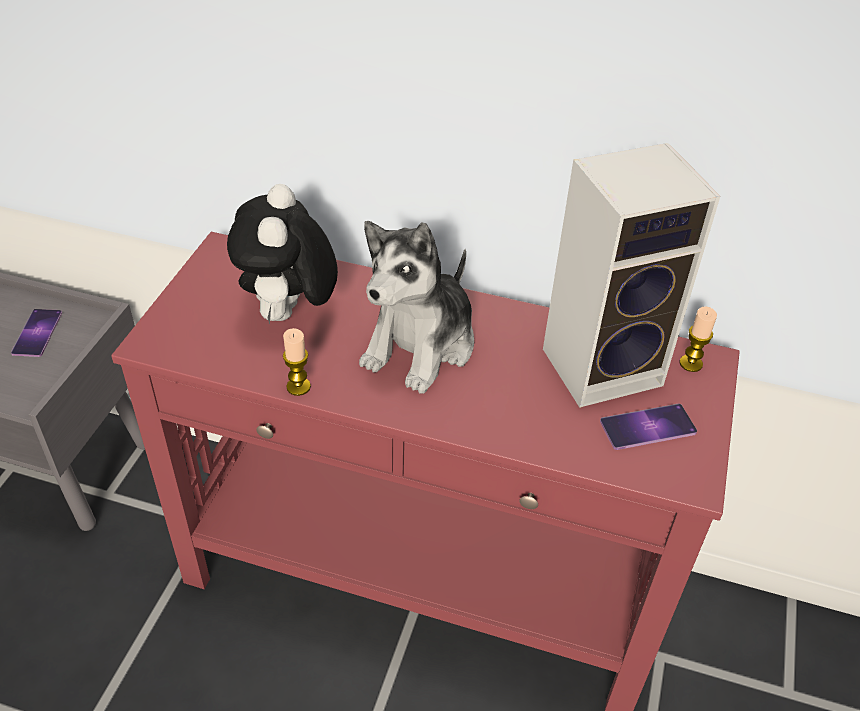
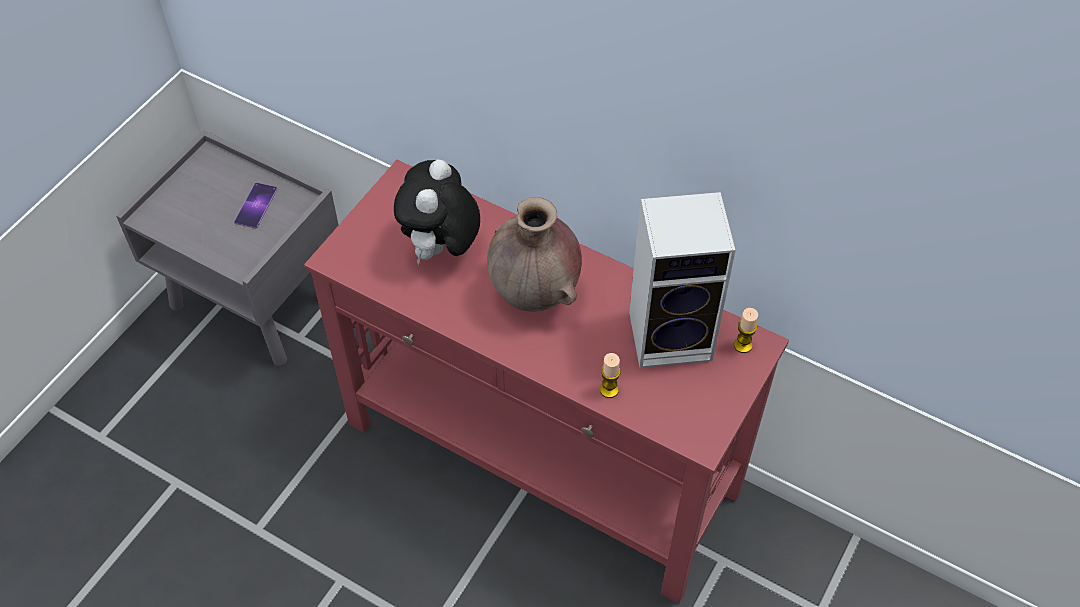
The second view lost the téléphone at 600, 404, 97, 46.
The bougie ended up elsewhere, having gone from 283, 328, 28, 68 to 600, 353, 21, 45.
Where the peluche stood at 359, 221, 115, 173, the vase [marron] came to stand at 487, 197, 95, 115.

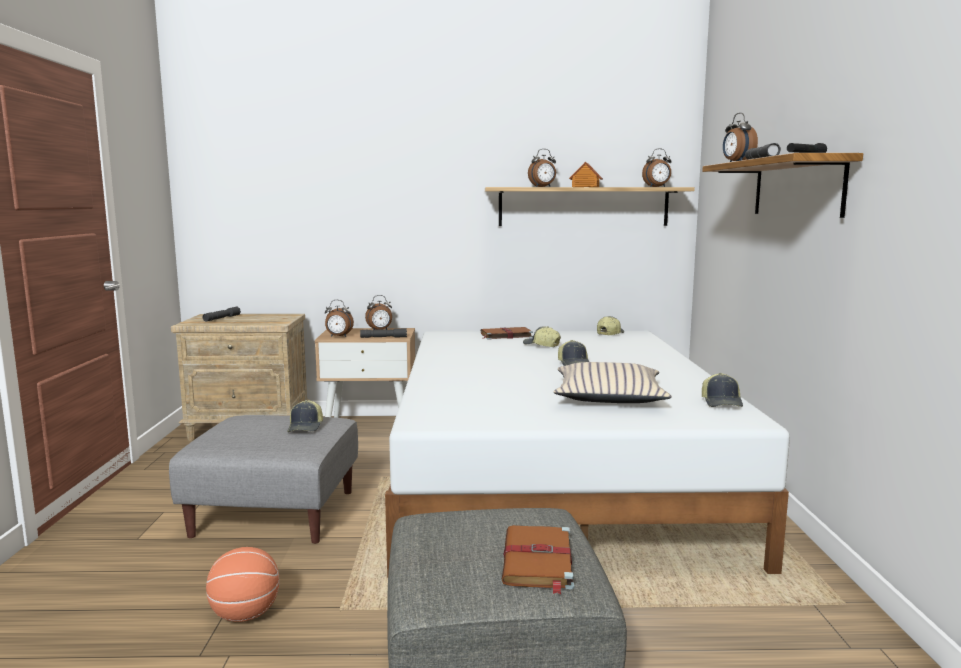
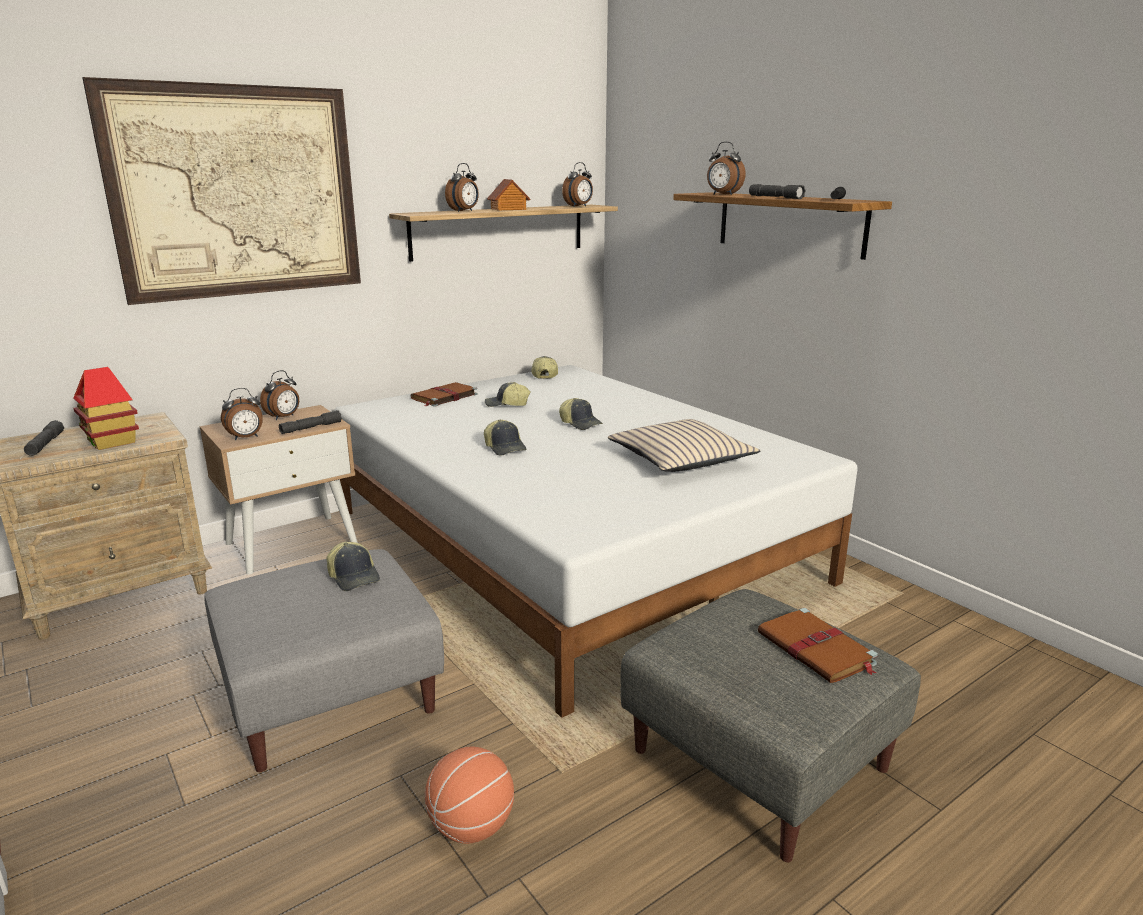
The second view gained the maison miniature at 73, 367, 66, 83.
The second view gained the tableau at 82, 77, 279, 228.
The casquette ended up elsewhere, having gone from 702, 373, 41, 34 to 484, 420, 43, 36.

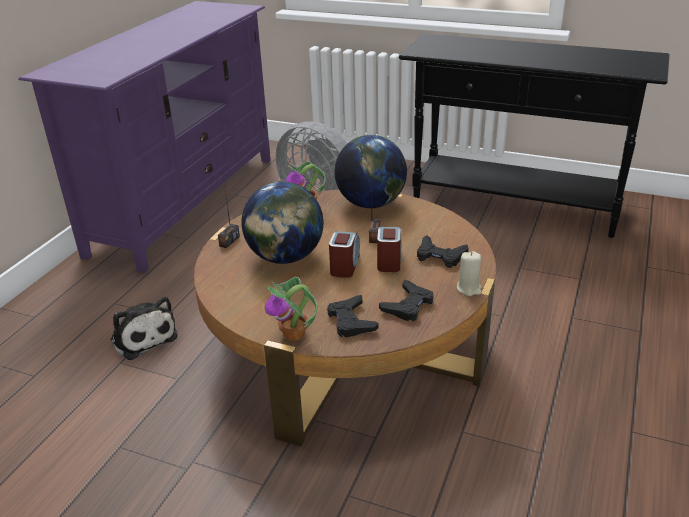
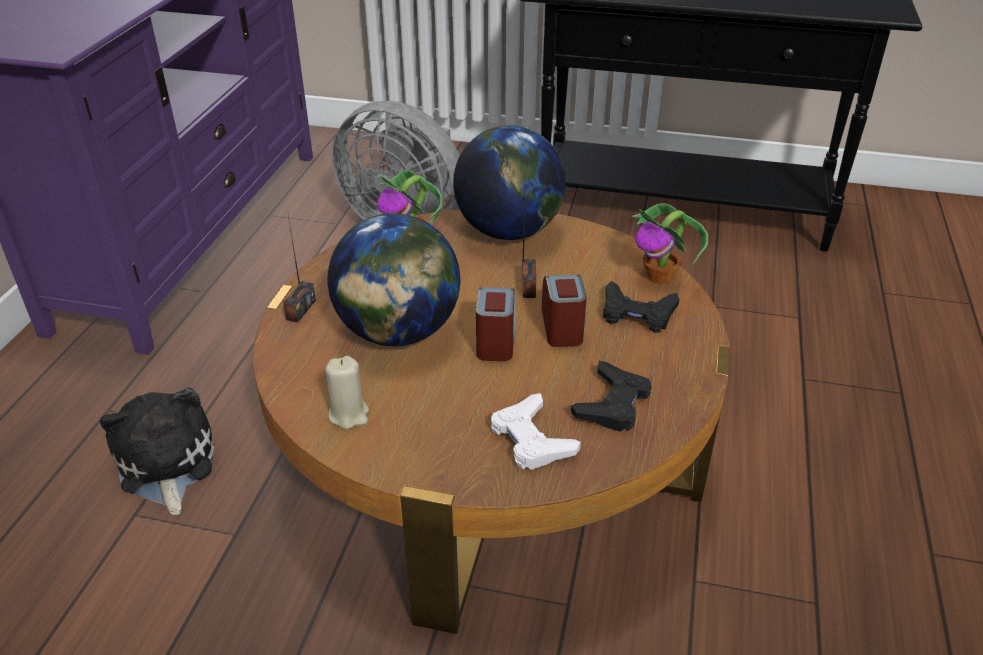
The plante en pot ended up elsewhere, having gone from 265, 277, 53, 64 to 631, 203, 77, 81.
The bougie [beige] ended up elsewhere, having gone from 457, 251, 25, 45 to 325, 356, 44, 73.
What was the manette [noir] at 327, 295, 52, 42 turned into the manette [blanc] at 491, 393, 90, 77.
The peluche at 111, 296, 67, 64 ended up facing another way, 150 degrees counterclockwise from before.

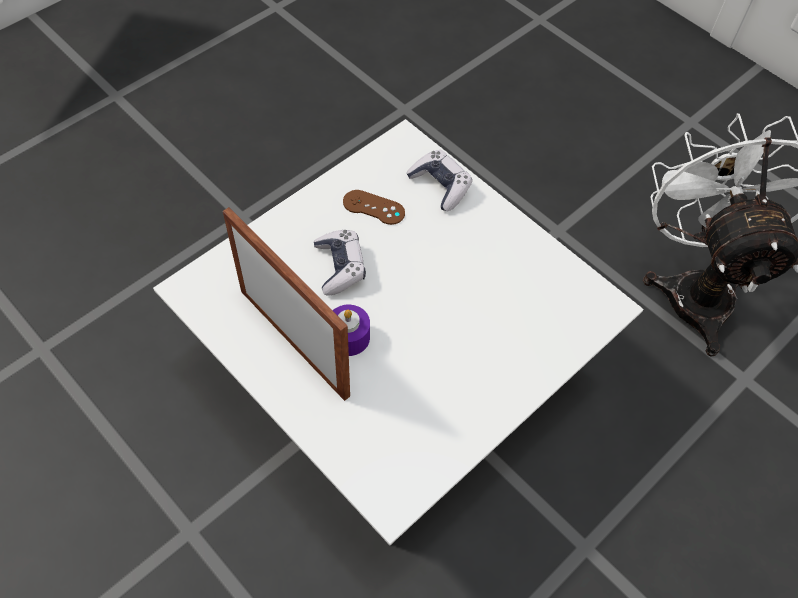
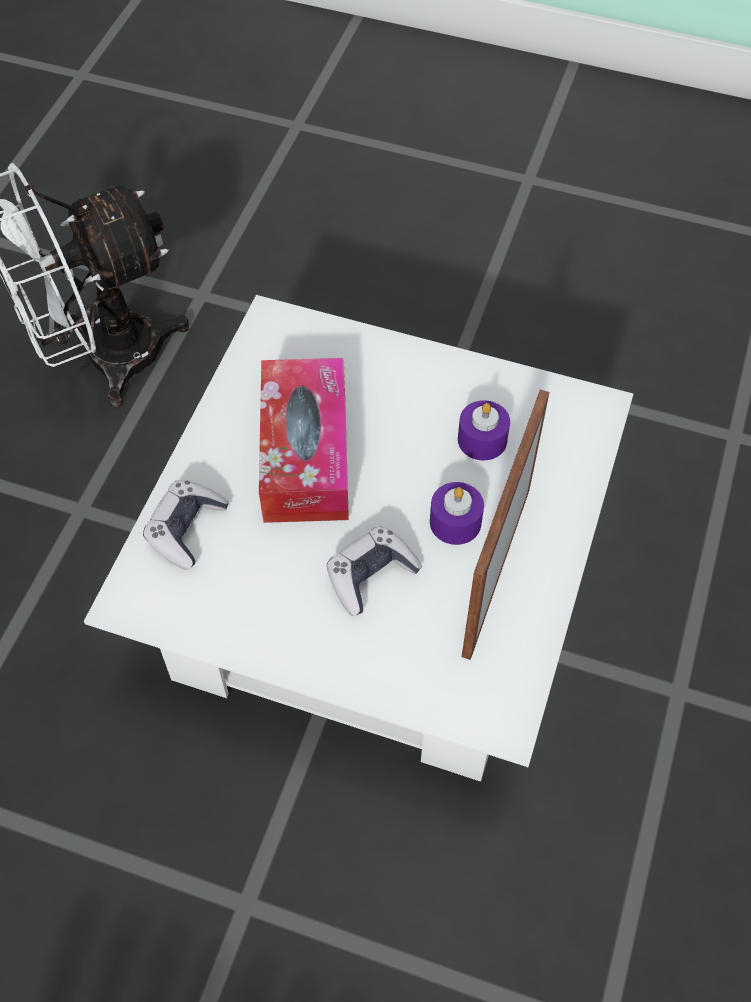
The second view lost the manette [marron] at 343, 190, 62, 35.
The second view gained the boîte à mouchoirs at 259, 358, 90, 165.
The second view gained the bougie [violet] at 458, 400, 52, 60.

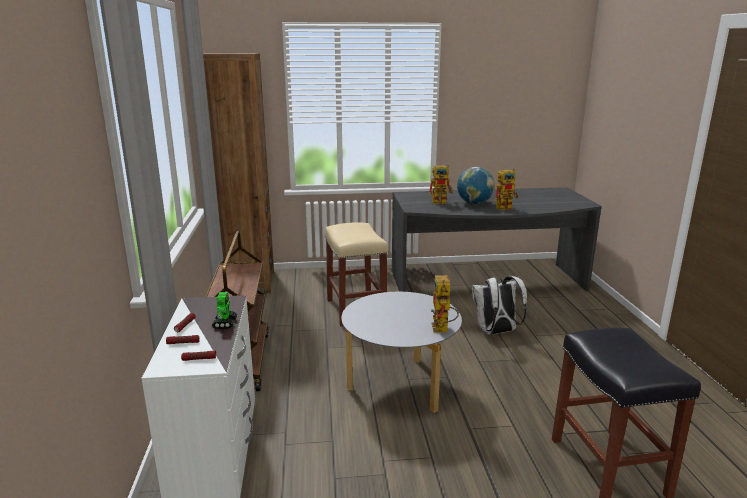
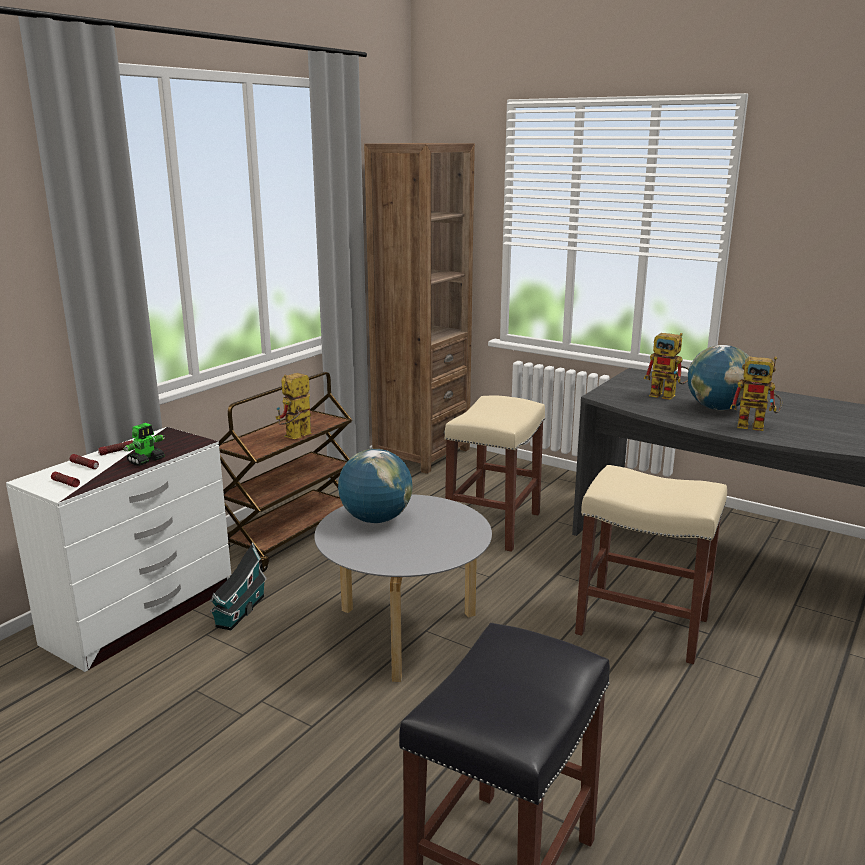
The second view gained the maison miniature at 210, 542, 57, 88.
The second view gained the globe at 338, 449, 75, 74.
The robot jouet ended up elsewhere, having gone from 431, 275, 28, 58 to 275, 373, 36, 66.
Where the sac à dos [blanc] stood at 472, 276, 55, 59, the tabouret [beige] came to stand at 575, 465, 152, 199.

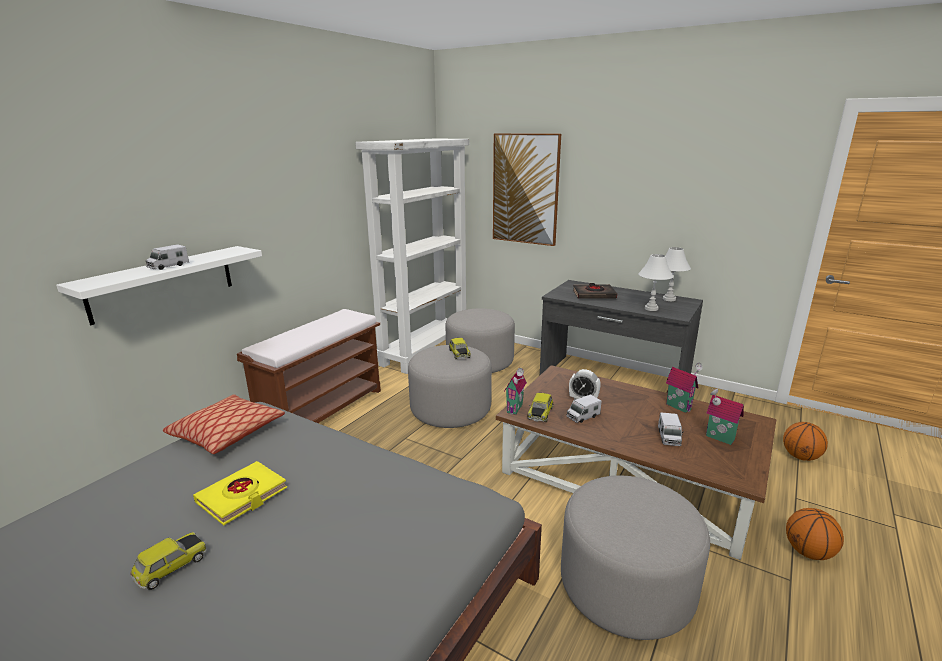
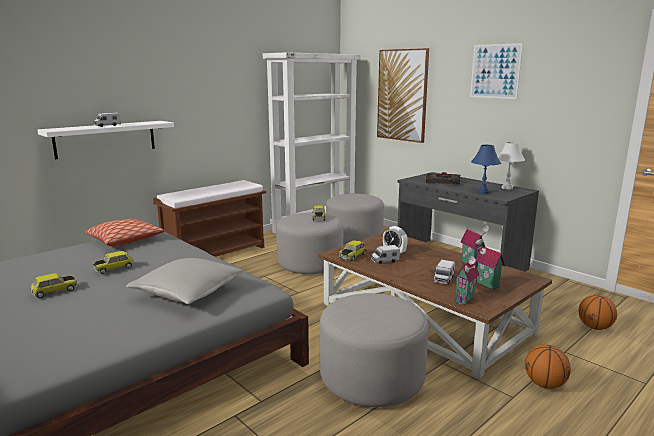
The second view gained the coussin [gris] at 126, 258, 118, 46.
The second view gained the tableau at 470, 43, 53, 56.
The maison miniature ended up elsewhere, having gone from 505, 368, 22, 47 to 454, 256, 25, 48.
Where the livre [jaune] stood at 193, 461, 94, 64, the petite voiture came to stand at 92, 251, 41, 23.
What was the lampe de table [blanc] at 638, 254, 36, 57 turned into the lampe de table [bleu] at 471, 145, 30, 49.

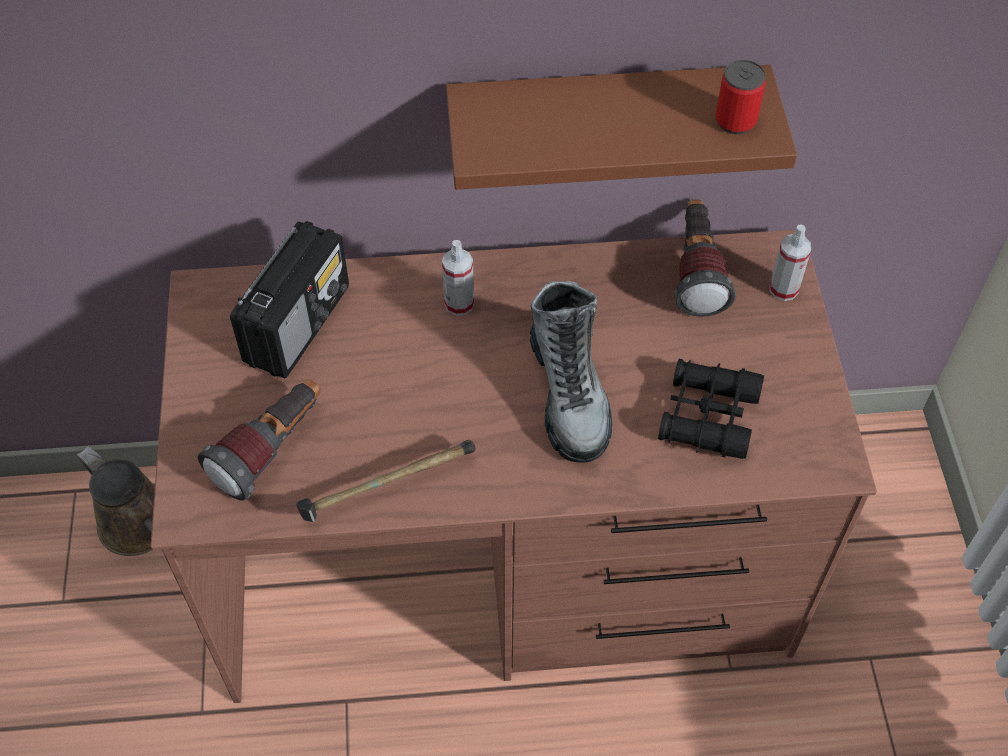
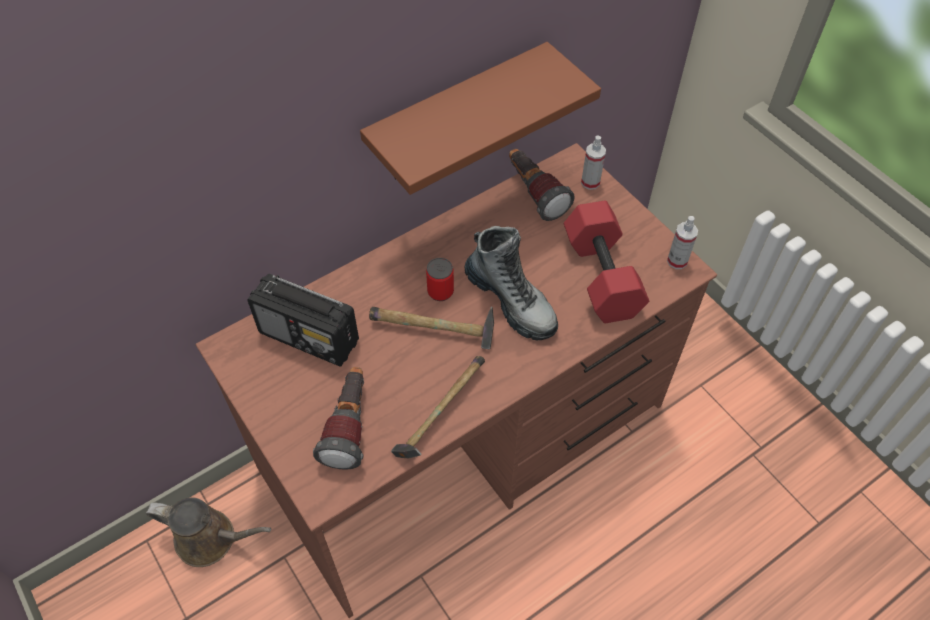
The second view gained the marteau at 369, 307, 125, 42.
The vaporisateur ended up elsewhere, having gone from 442, 240, 32, 76 to 667, 216, 31, 53.
The boîte métallique ended up elsewhere, having gone from 715, 60, 51, 74 to 426, 258, 28, 43.
Where the jumelles [noir] stood at 658, 359, 106, 100, the haltère [rouge] came to stand at 564, 201, 85, 122.
The radio at 230, 221, 119, 157 ended up facing another way, 120 degrees clockwise from before.

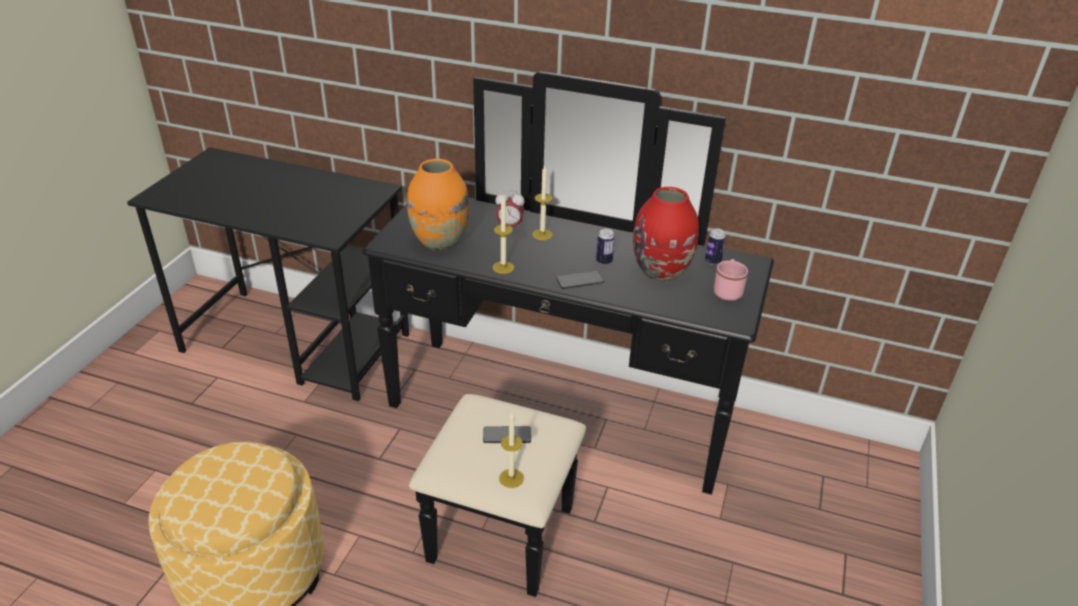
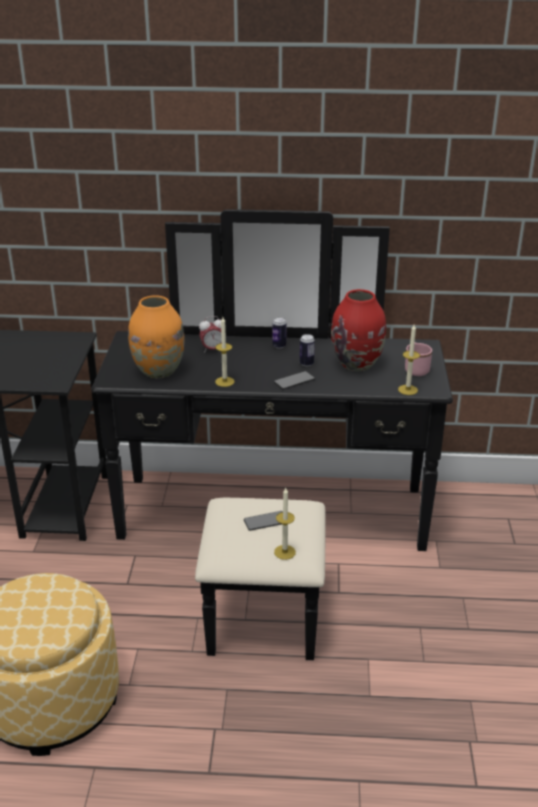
The bougie ended up elsewhere, having gone from 532, 166, 21, 74 to 398, 325, 22, 70.
The boîte métallique ended up elsewhere, having gone from 705, 228, 21, 37 to 272, 317, 15, 32.

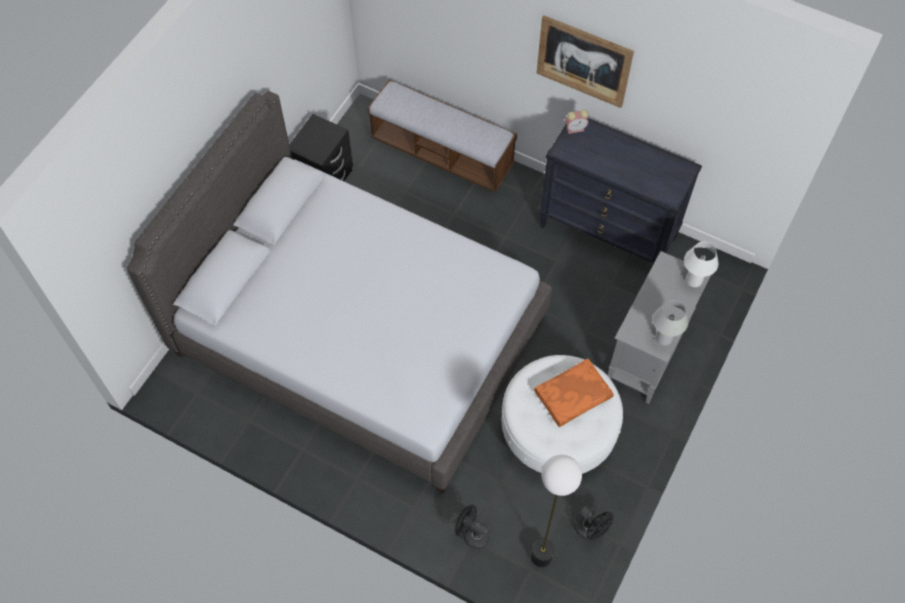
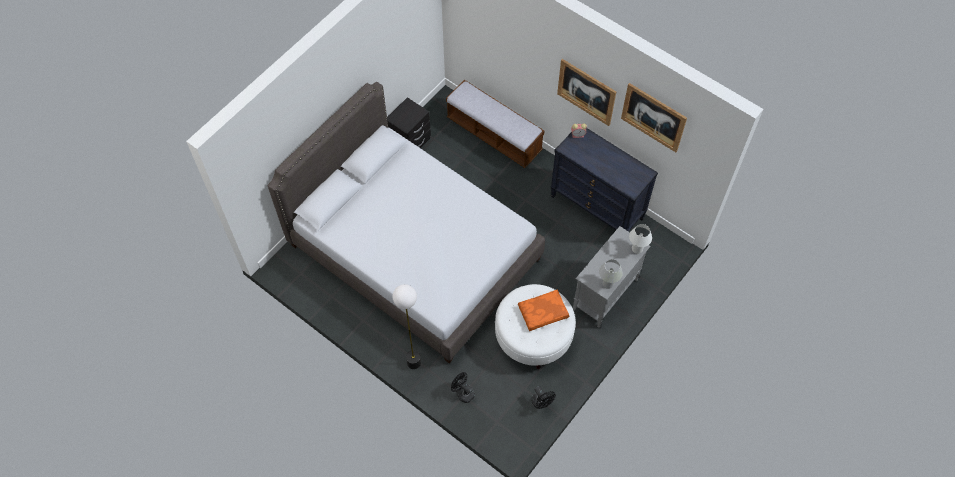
The second view gained the tableau at 621, 83, 66, 69.
The lampadaire ended up elsewhere, having gone from 530, 455, 52, 112 to 393, 284, 28, 85.

